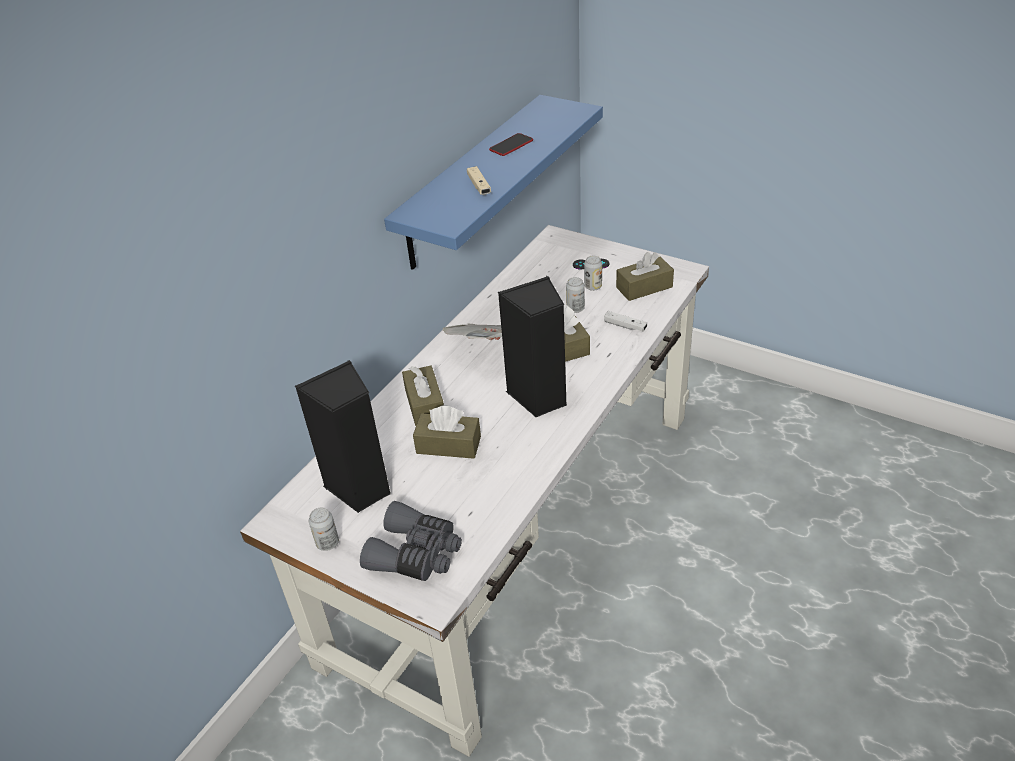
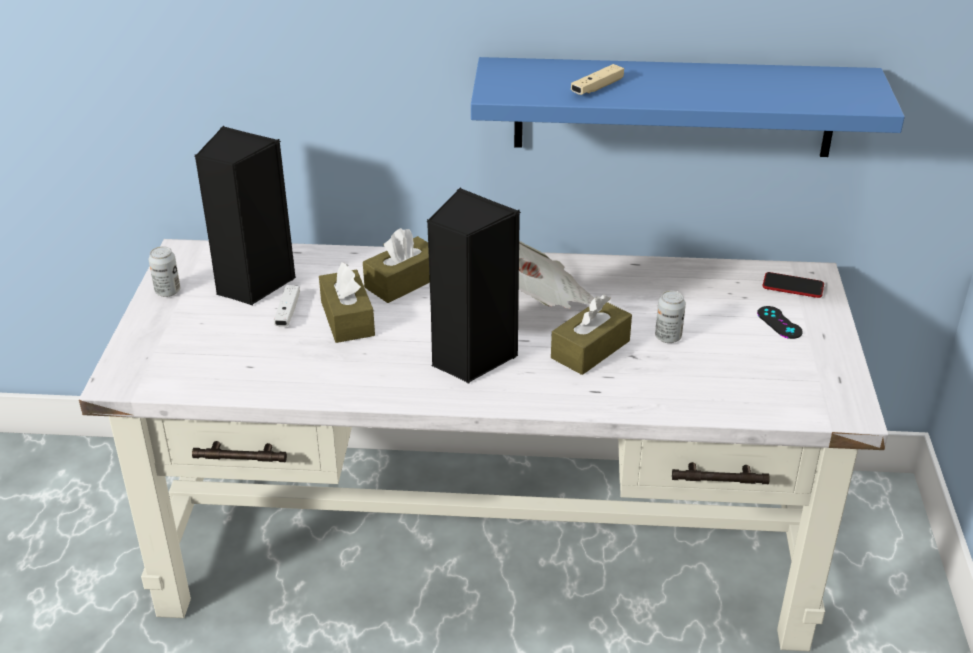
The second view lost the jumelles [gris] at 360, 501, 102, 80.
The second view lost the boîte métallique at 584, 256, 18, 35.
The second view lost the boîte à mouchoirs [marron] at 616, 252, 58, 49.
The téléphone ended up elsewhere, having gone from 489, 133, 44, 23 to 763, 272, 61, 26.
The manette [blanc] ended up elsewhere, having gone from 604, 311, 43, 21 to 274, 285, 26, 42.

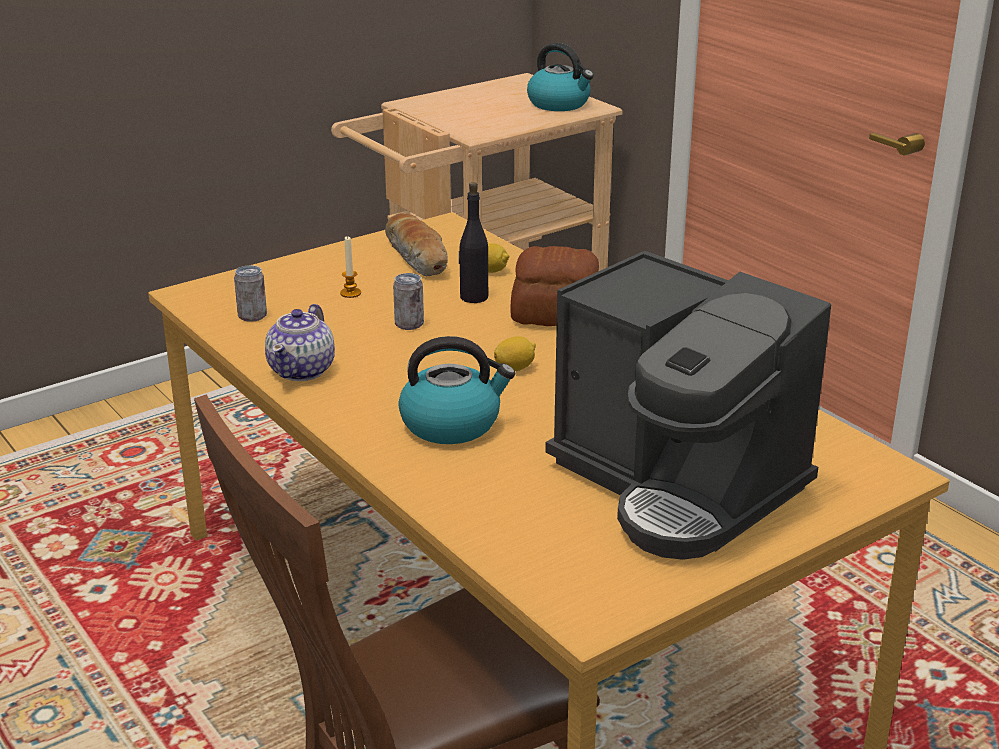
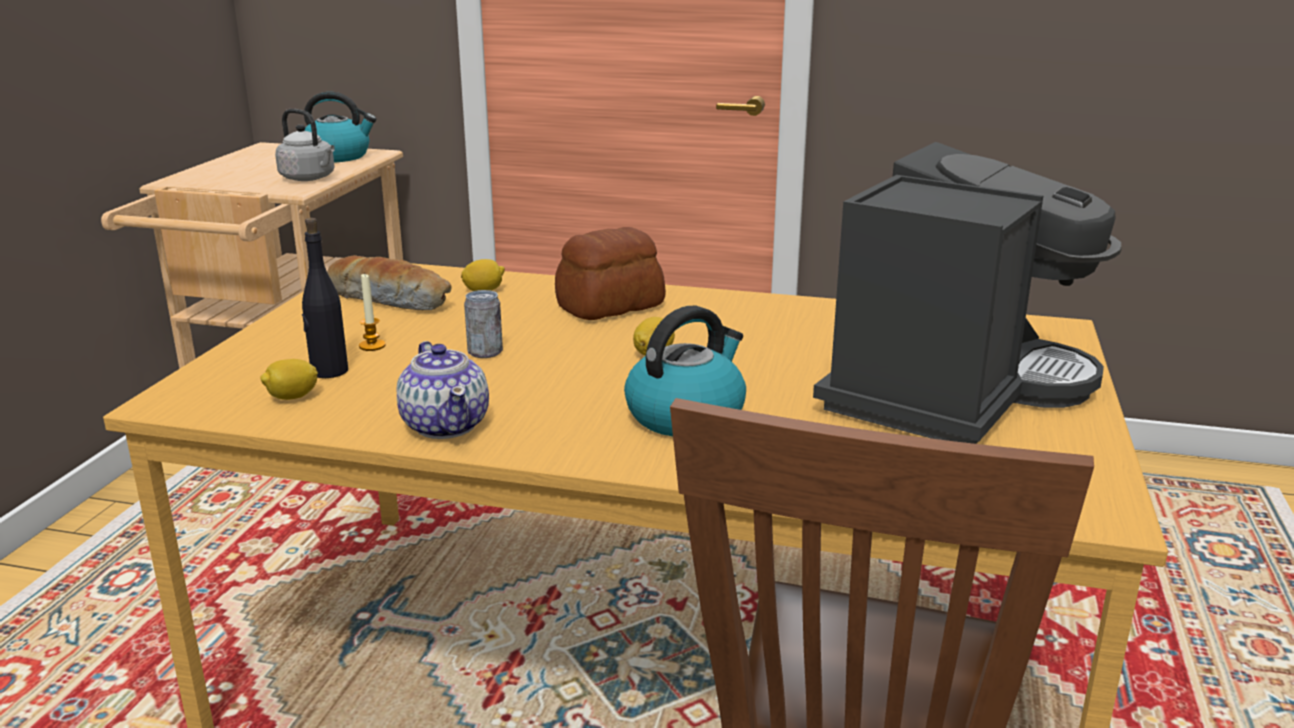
The second view gained the bouilloire [gris] at 275, 109, 60, 72.
The bouteille [noir] ended up elsewhere, having gone from 459, 182, 29, 121 to 302, 218, 46, 160.
Where the boîte métallique stood at 234, 265, 33, 57, the citron came to stand at 260, 359, 58, 41.
The machine à café at 545, 251, 286, 309 ended up facing another way, 60 degrees counterclockwise from before.

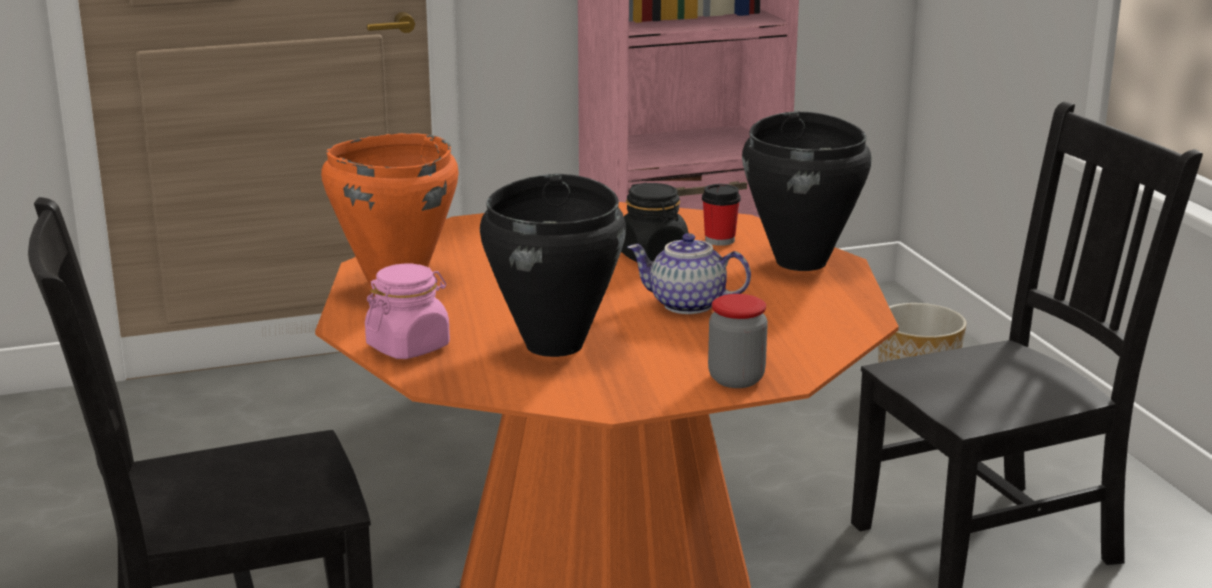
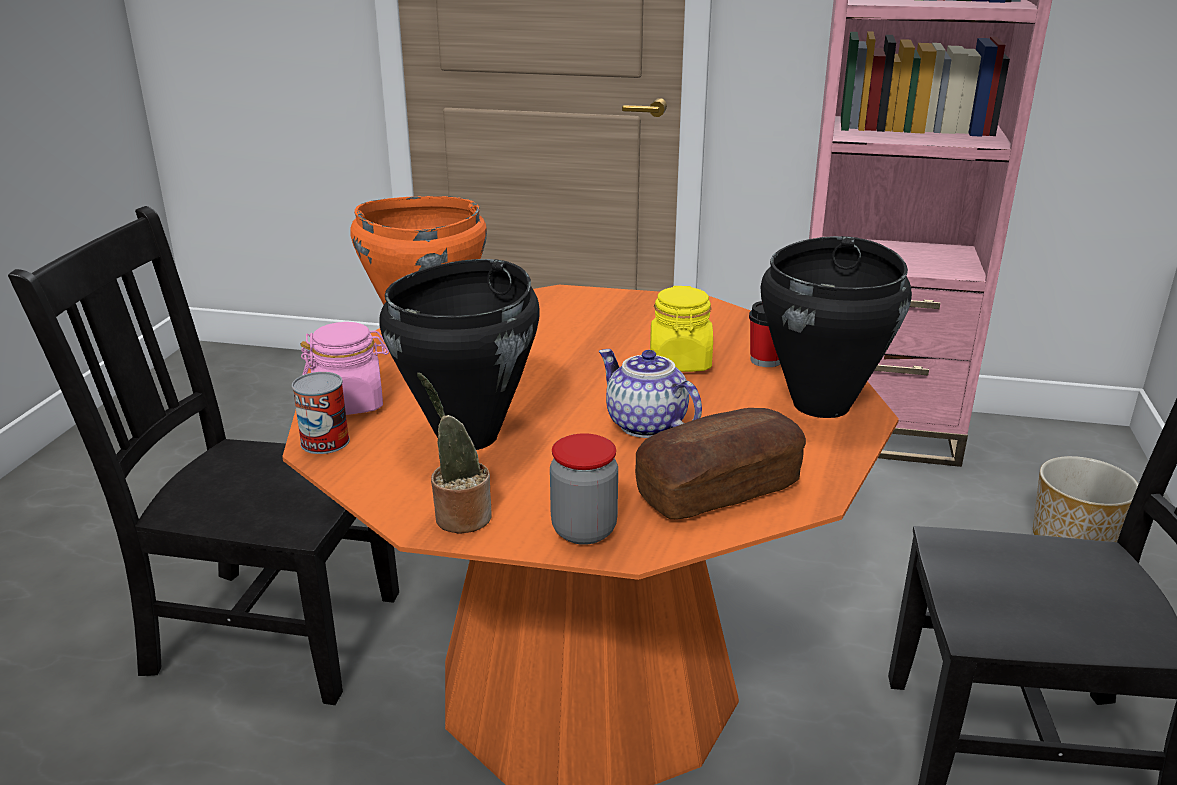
The second view gained the boîte métallique at 292, 372, 58, 82.
The second view gained the plante en pot at 417, 373, 75, 161.
The second view gained the pain at 635, 408, 171, 111.
What was the bocal [noir] at 621, 183, 67, 79 turned into the bocal [jaune] at 650, 286, 63, 86.

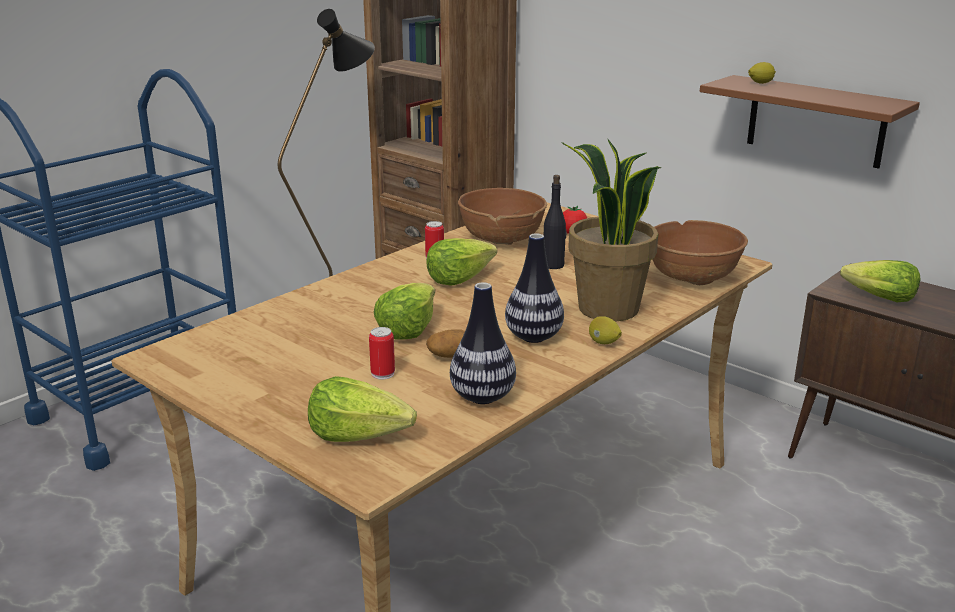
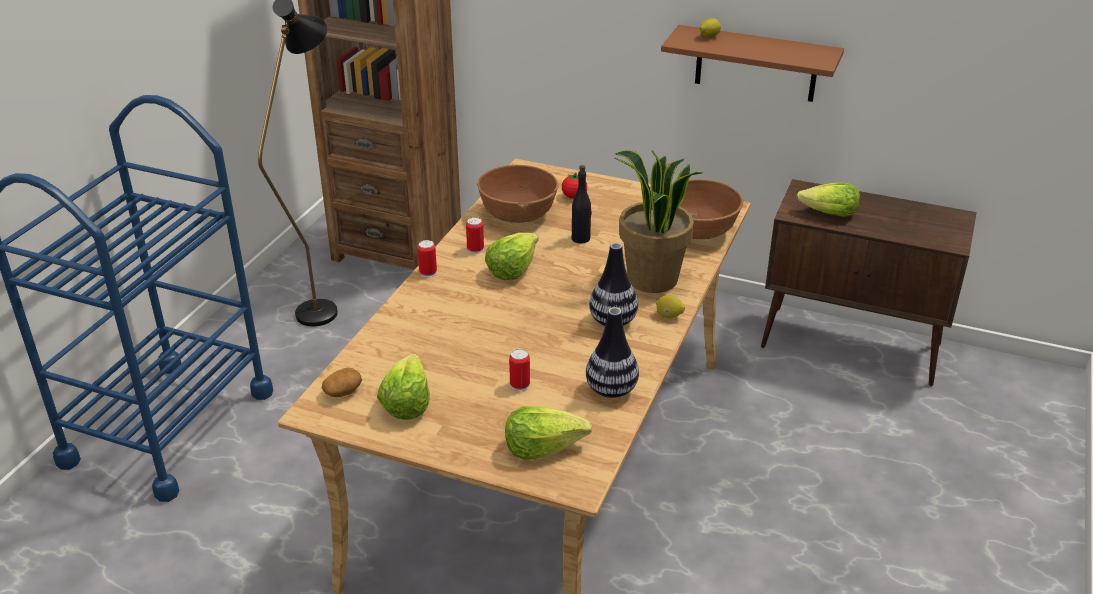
The second view gained the boîte métallique at 418, 240, 19, 38.
The laitue ended up elsewhere, having gone from 374, 283, 61, 57 to 377, 354, 53, 66.
The pomme de terre ended up elsewhere, having gone from 426, 329, 39, 29 to 322, 367, 40, 30.

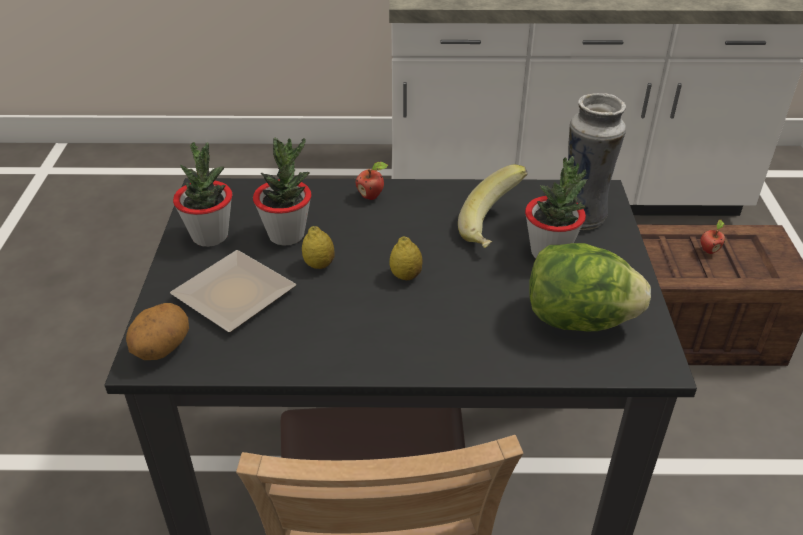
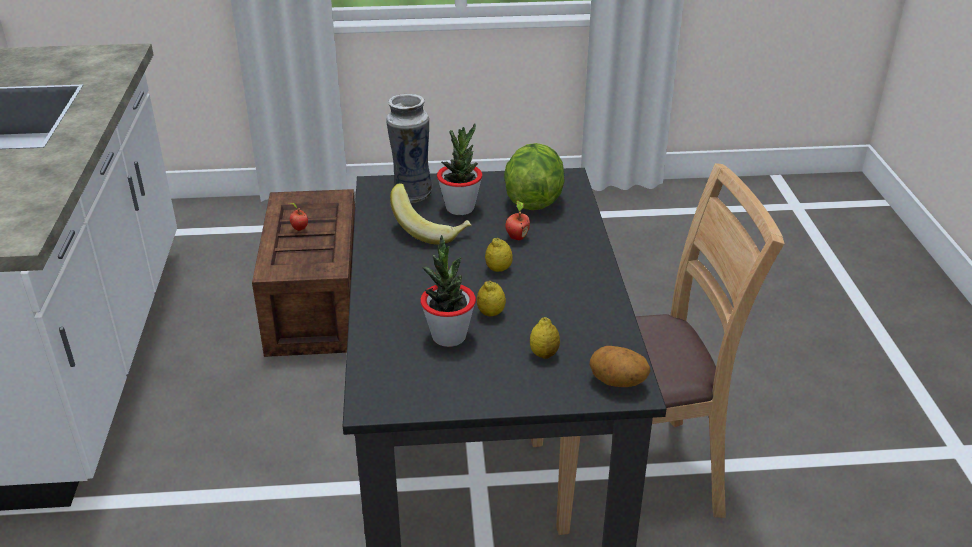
The second view lost the plante en pot at 173, 142, 59, 105.
The pomme ended up elsewhere, having gone from 356, 162, 32, 38 to 505, 200, 25, 40.
Where the assiette stood at 170, 250, 126, 82, the citron came to stand at 530, 317, 30, 42.

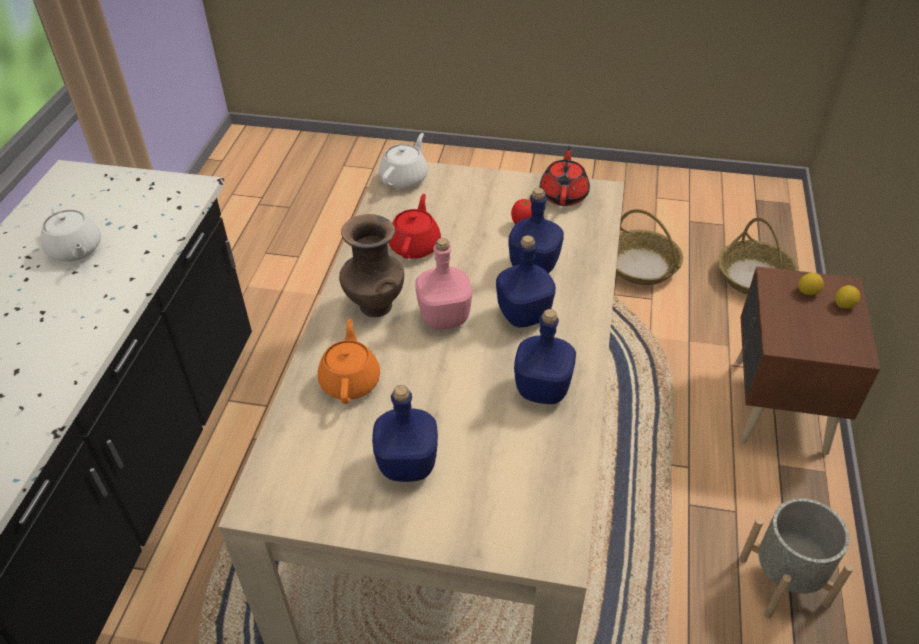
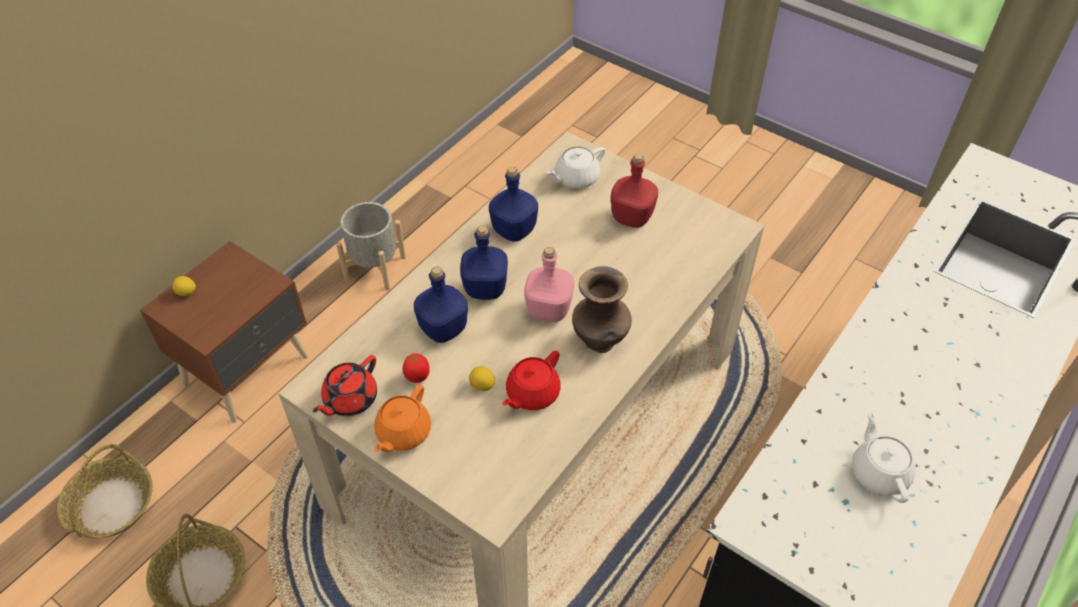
The théière [orange] ended up elsewhere, having gone from 318, 318, 62, 86 to 374, 385, 57, 68.
The théière [blanc] ended up elsewhere, having gone from 379, 133, 49, 56 to 546, 146, 59, 43.
The citron ended up elsewhere, having gone from 798, 273, 26, 22 to 469, 366, 26, 25.
What was the bouteille [bleu] at 372, 385, 66, 97 turned into the bouteille [rouge] at 611, 154, 47, 74.

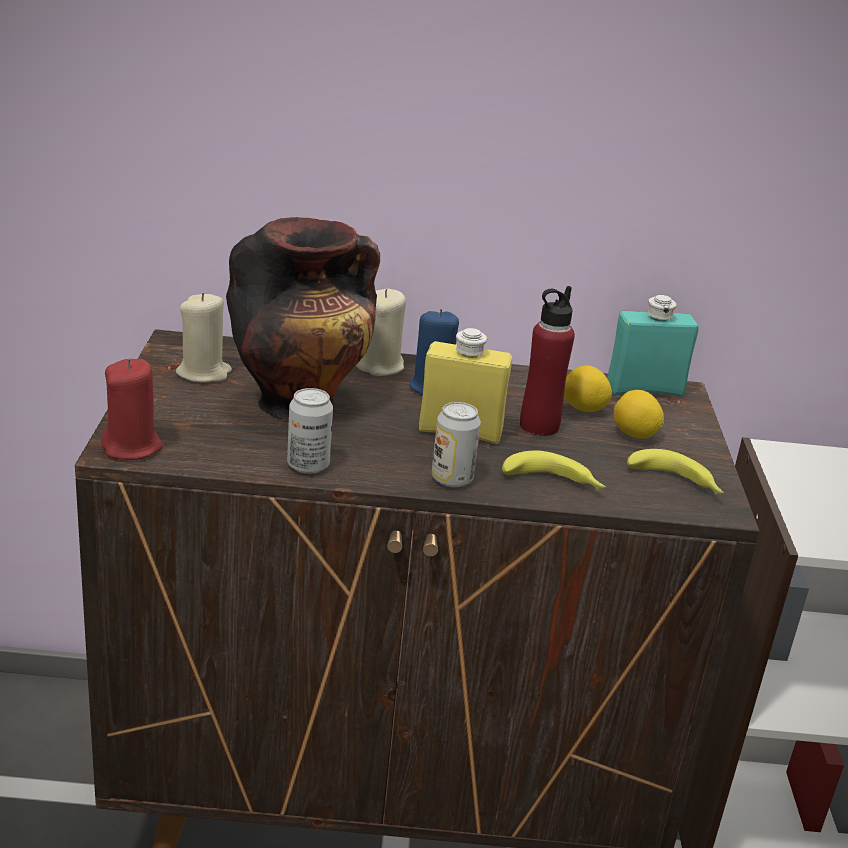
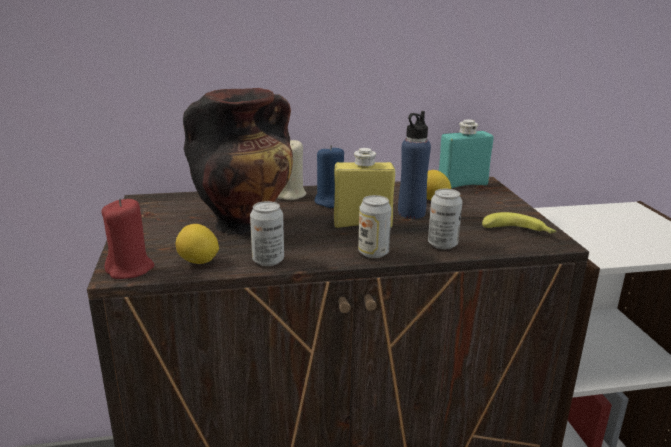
The second view lost the bougie [beige] at 176, 293, 56, 90.
The citron ended up elsewhere, having gone from 613, 390, 51, 49 to 175, 224, 44, 40.
Where the banane stood at 502, 450, 104, 40, the boîte métallique came to stand at 428, 189, 34, 60.
What was the bouteille [rouge] at 520, 286, 55, 150 turned into the bouteille [bleu] at 398, 111, 33, 108.

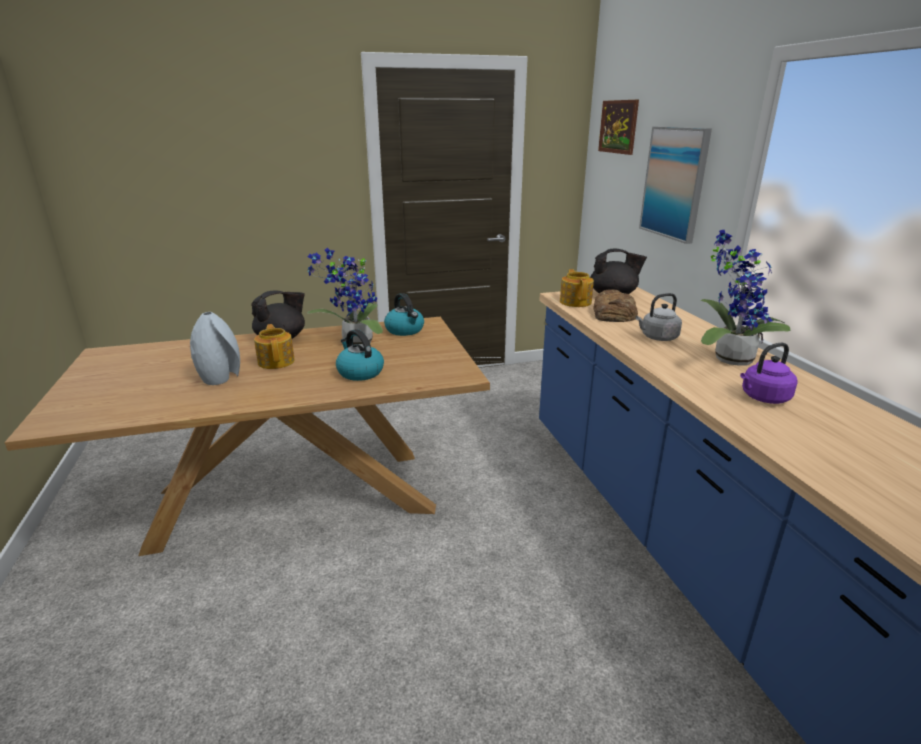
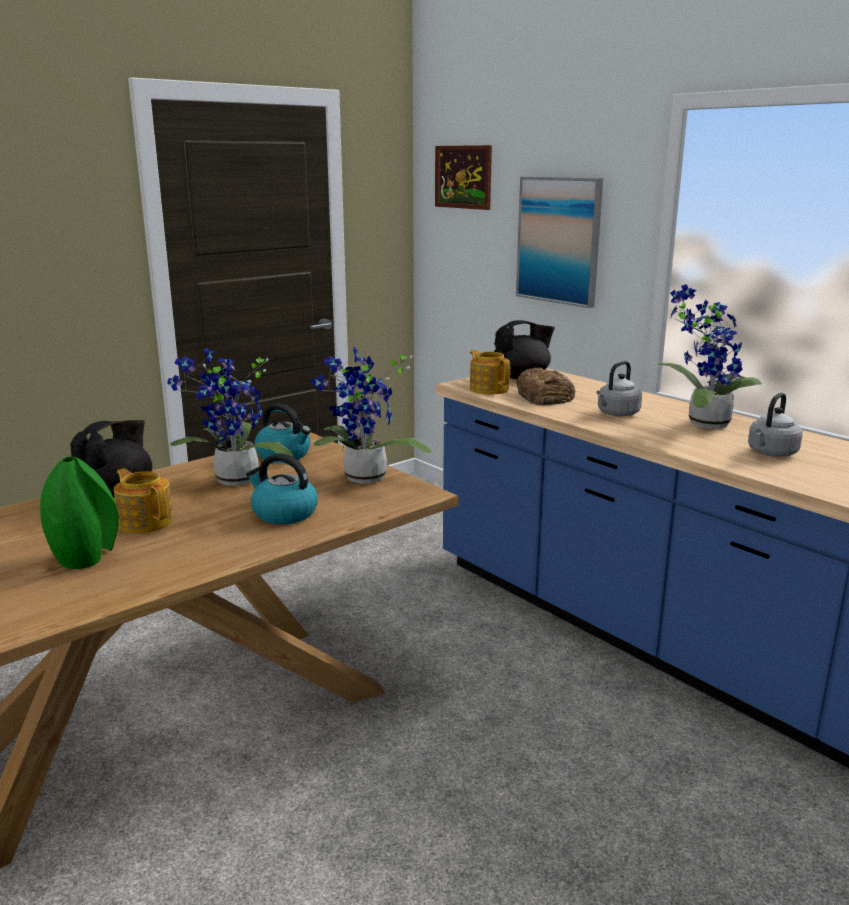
The second view gained the plante en pot at 311, 346, 120, 138.
What was the vase [gris] at 190, 312, 50, 73 turned into the vase [vert] at 40, 457, 79, 112.
What was the bouilloire [violet] at 740, 343, 57, 61 turned into the bouilloire [gris] at 748, 393, 55, 64.

